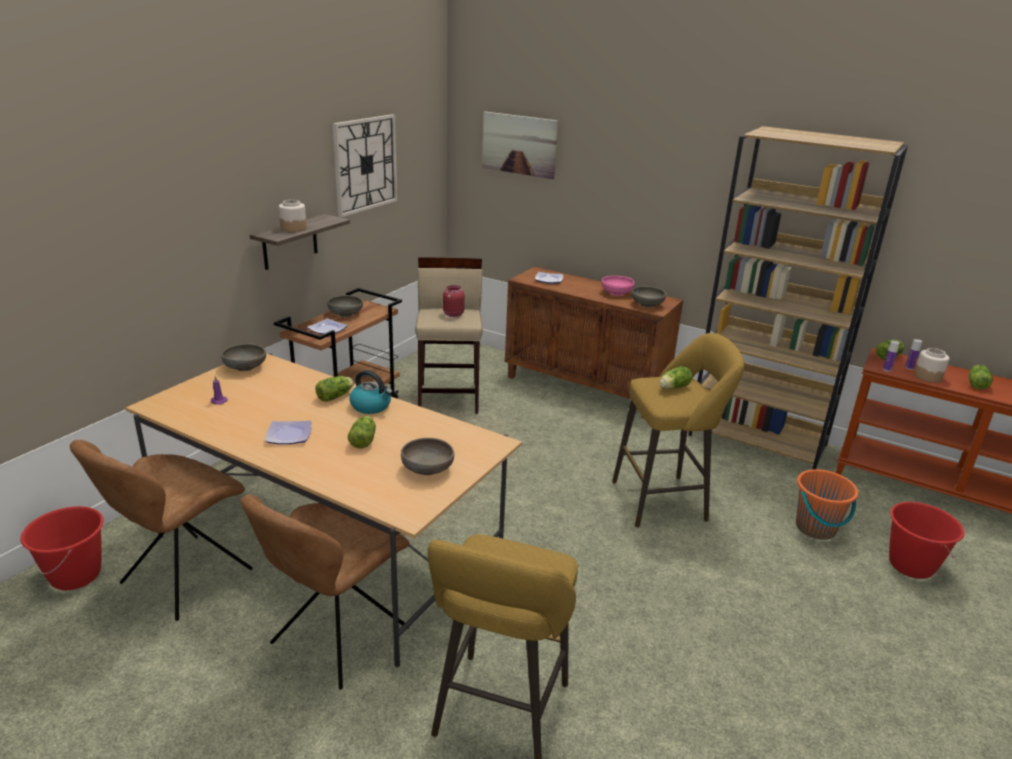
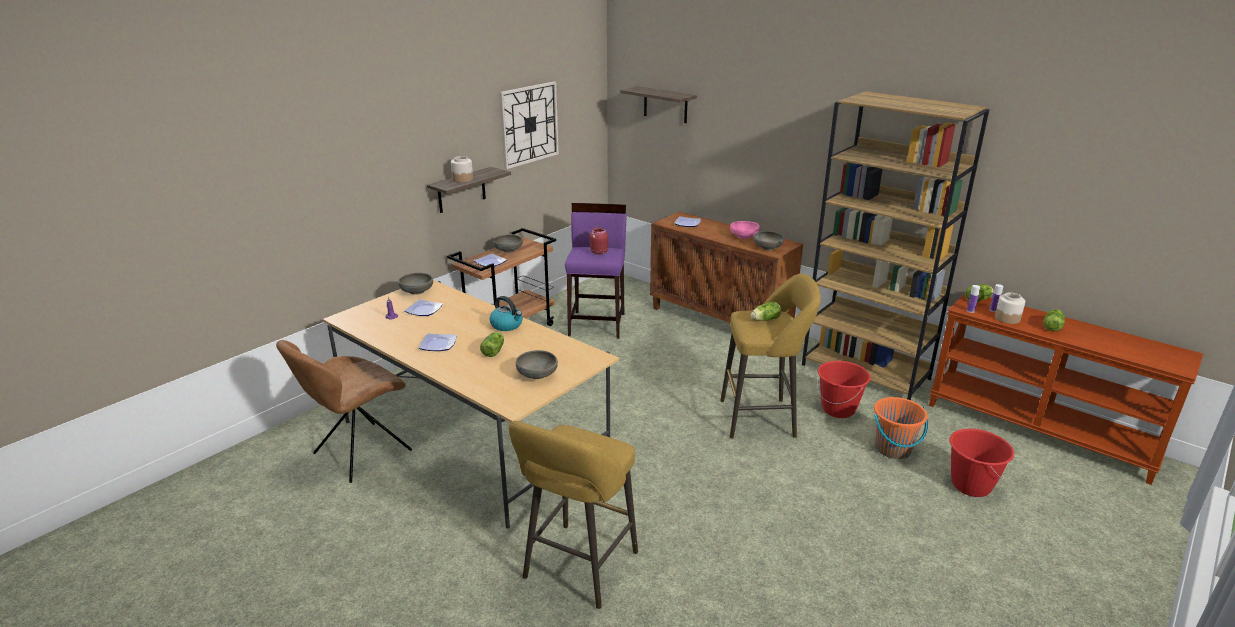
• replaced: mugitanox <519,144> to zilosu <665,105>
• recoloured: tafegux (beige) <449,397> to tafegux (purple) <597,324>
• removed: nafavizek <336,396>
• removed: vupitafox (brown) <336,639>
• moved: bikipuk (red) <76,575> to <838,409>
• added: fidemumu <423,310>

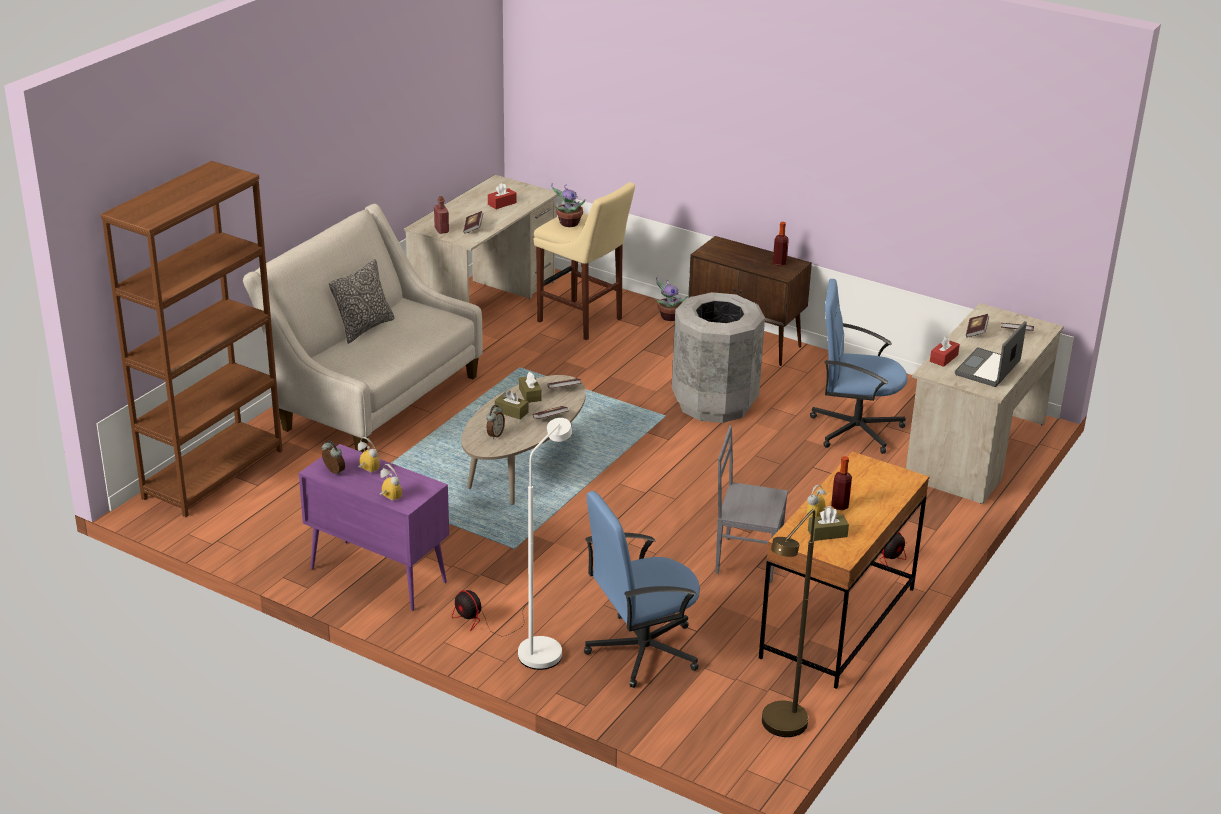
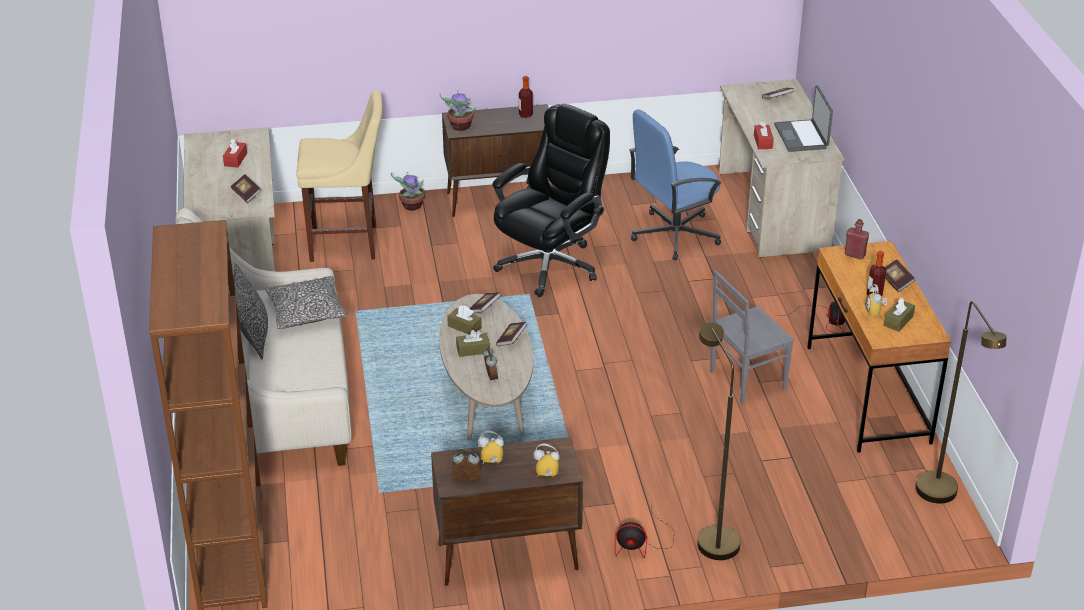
• moved: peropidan <568,223> to <460,127>
• moved: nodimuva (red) <441,230> to <855,255>
• replaced: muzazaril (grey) <715,403> to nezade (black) <550,265>
• moved: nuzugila <976,331> to <896,282>
• recoloured: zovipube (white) <544,647> to zovipube (brown) <712,537>
• recoloured: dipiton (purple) <377,575> to dipiton (brown) <506,557>
• removed: nezade (blue) <641,650>
• added: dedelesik <306,311>

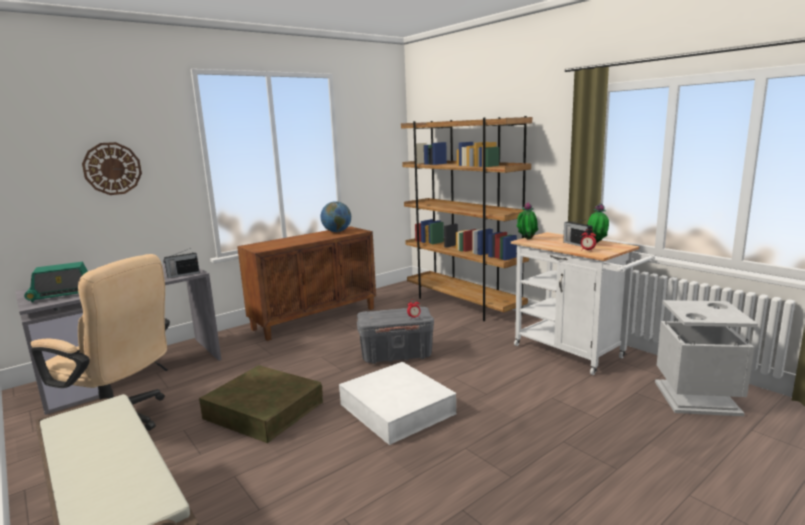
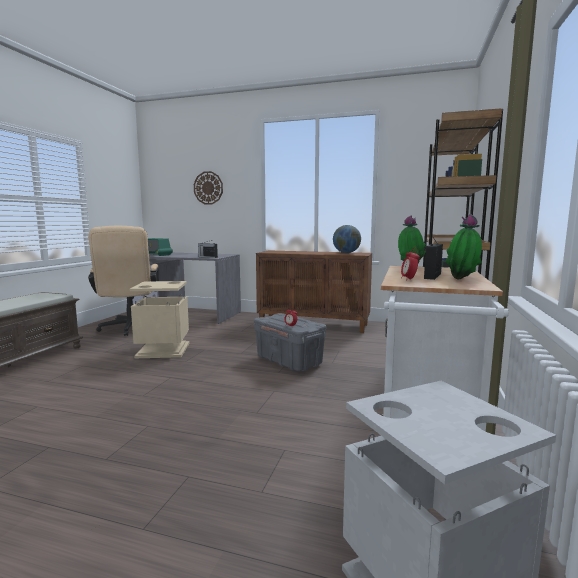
• removed: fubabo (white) <396,409>
• replaced: fubabo (brown) <263,410> to muzazaril (beige) <164,350>

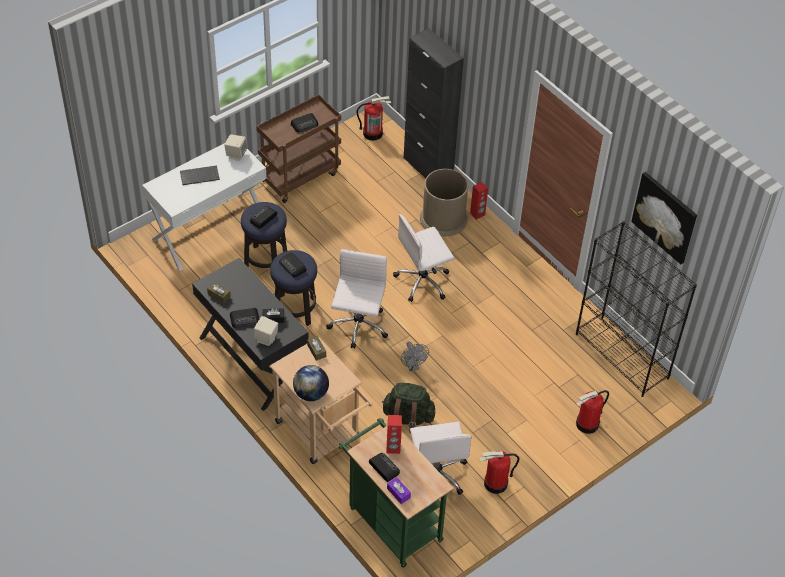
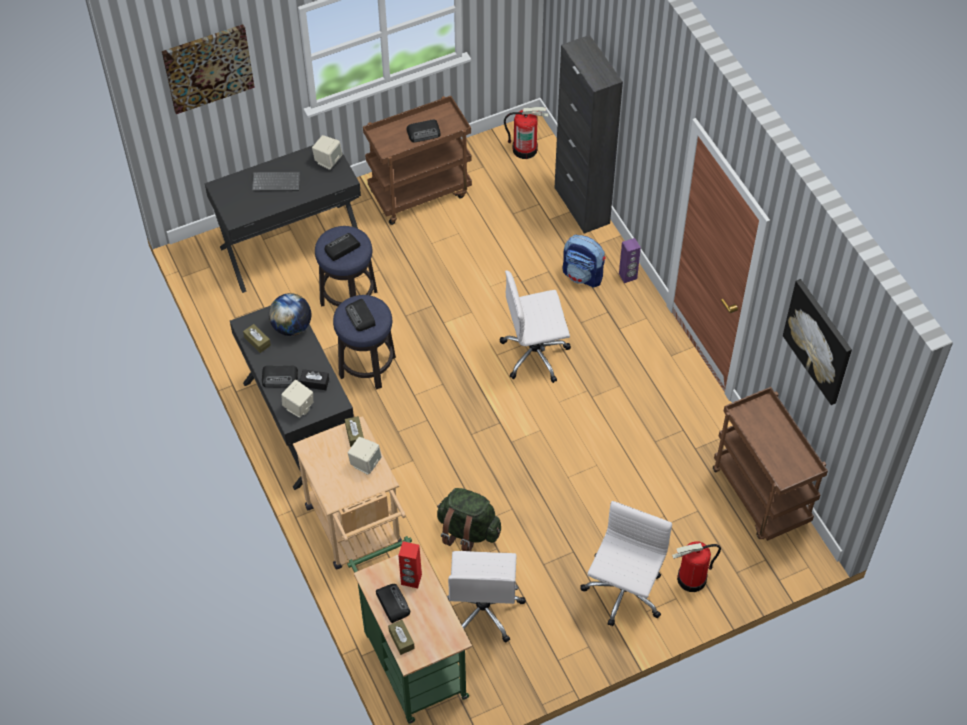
• recoloured: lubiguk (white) <209,230> to lubiguk (black) <291,246>
• replaced: muzazaril (brown) <443,218> to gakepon <583,275>
• recoloured: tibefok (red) <477,214> to tibefok (purple) <628,276>
• replaced: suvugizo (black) <622,356> to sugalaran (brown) <762,496>
• moved: nezade (white) <358,326> to <623,594>
• removed: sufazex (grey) <413,366>
• moved: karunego <311,393> to <292,327>
• removed: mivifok <495,484>
• recoloured: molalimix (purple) <398,493> to molalimix (brown) <401,640>
• added: mugitanox <208,67>
• added: tibefok (beige) <365,463>

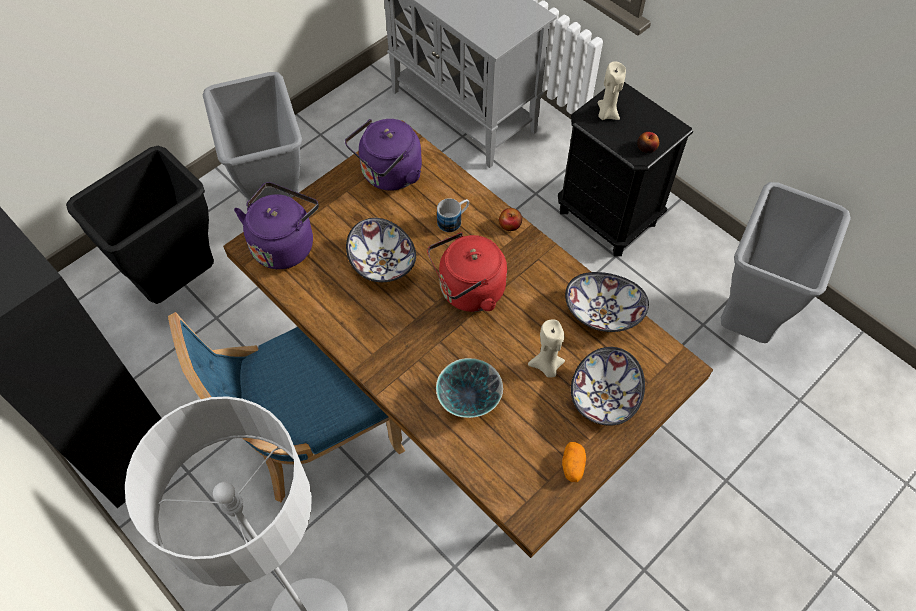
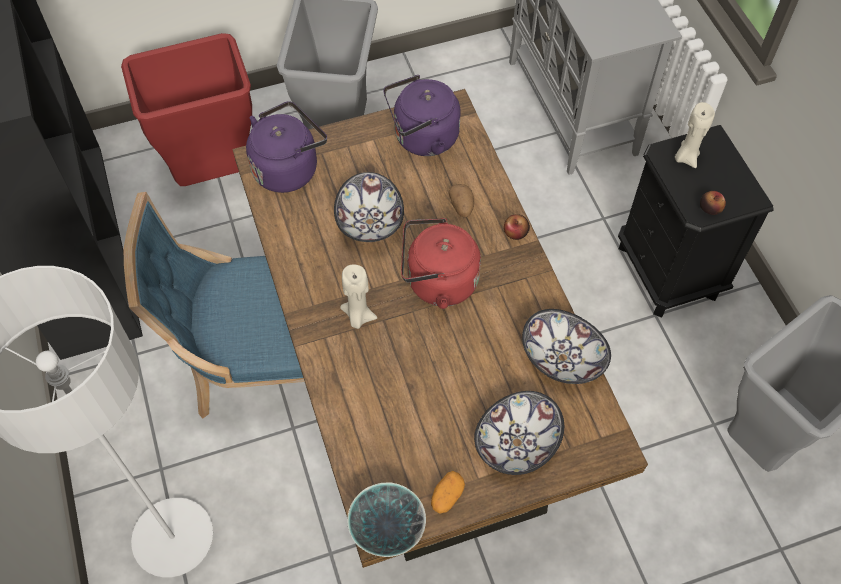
• recoloured: muzazaril (black) <179,281> to muzazaril (red) <215,174>
• replaced: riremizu <454,220> to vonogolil <461,207>
• moved: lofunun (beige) <546,366> to <358,316>
• moved: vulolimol <468,399> to <386,529>

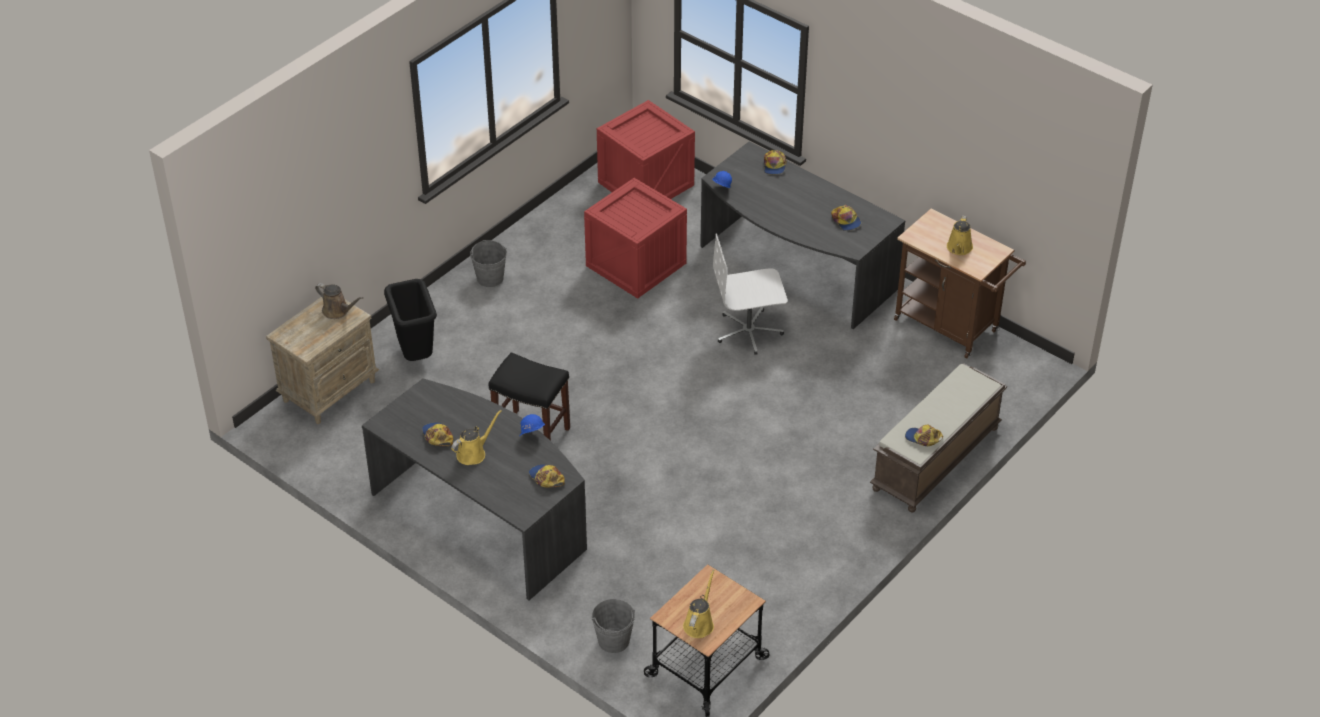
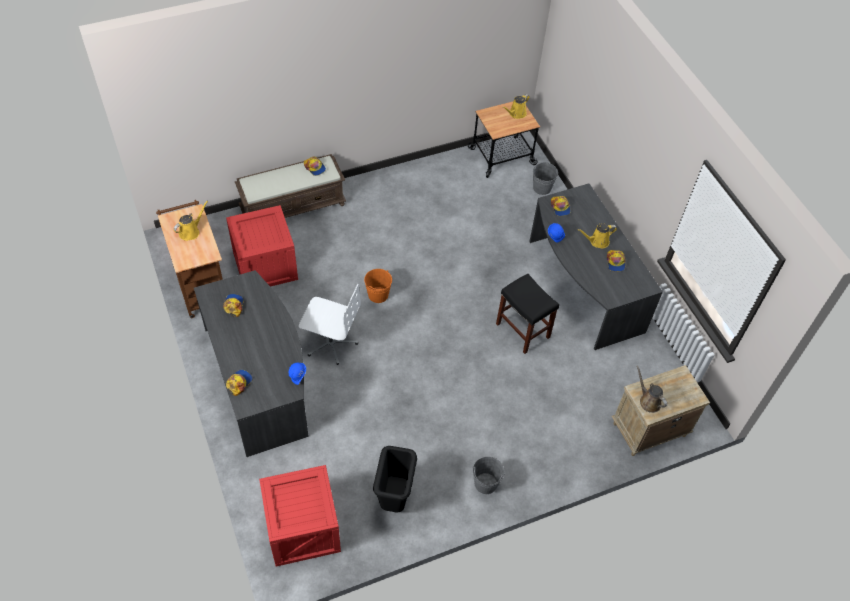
• moved: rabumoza <634,264> to <266,266>
• moved: muzazaril (black) <415,355> to <394,499>
• added: bikipuk (orange) <378,295>

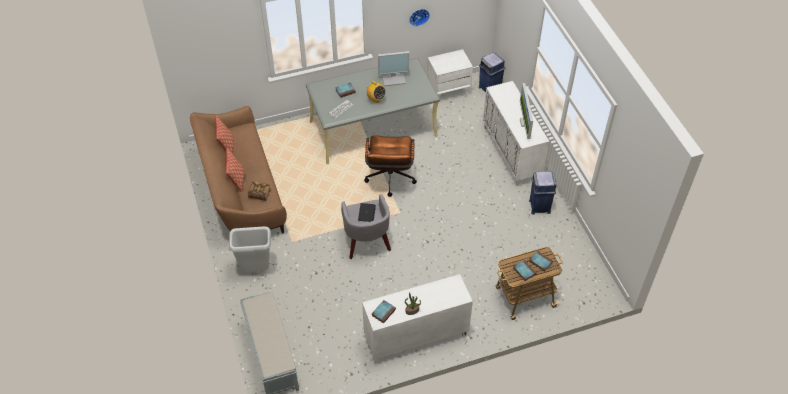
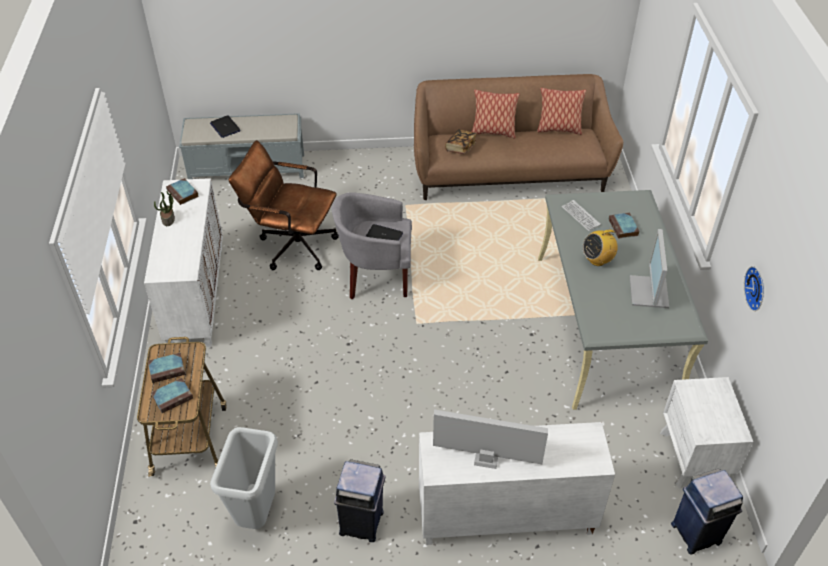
• moved: nezade (brown) <390,180> to <291,245>
• moved: muzazaril (grey) <256,269> to <258,514>
• added: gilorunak <225,127>

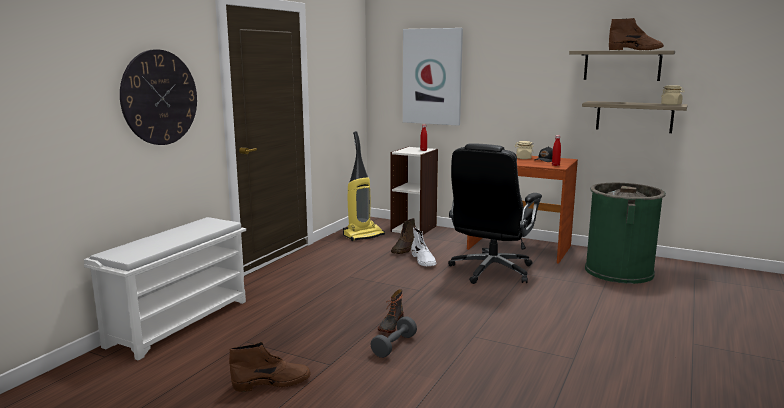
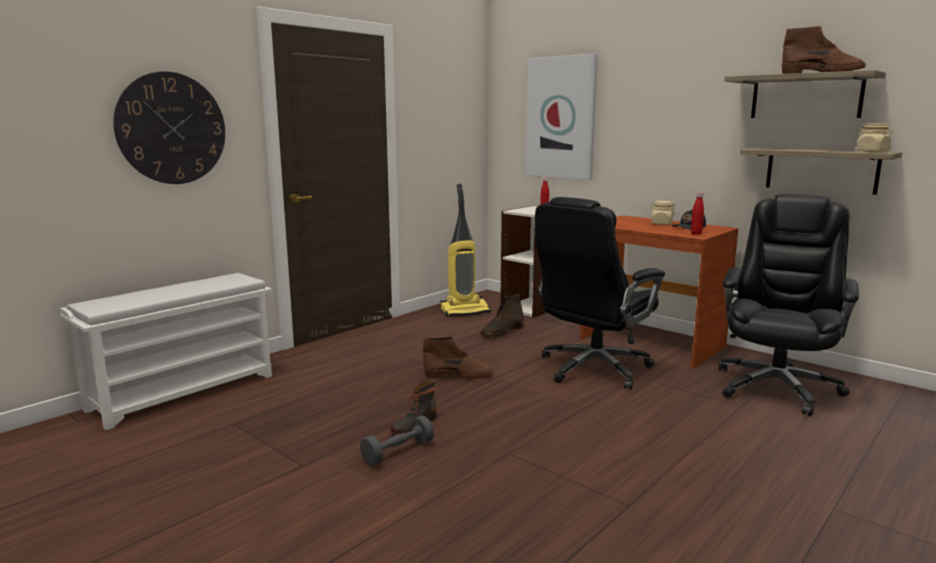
• replaced: muzazaril (green) <619,271> to nezade (black) <776,386>
• removed: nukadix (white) <423,260>
• moved: nukadix (brown) <272,382> to <459,375>

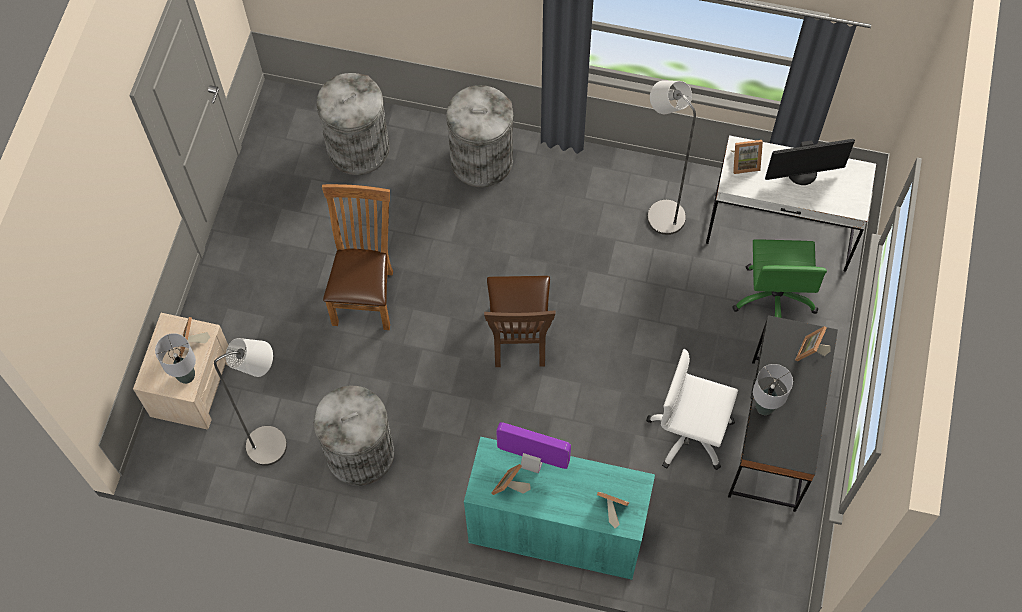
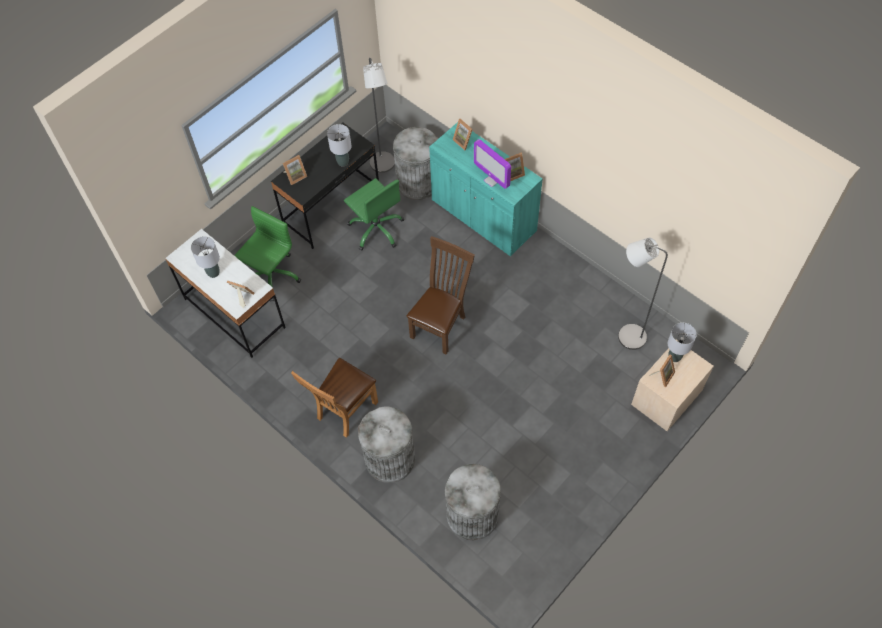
• moved: zovipube (grey) <660,212> to <383,166>
• replaced: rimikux <802,173> to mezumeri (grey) <213,273>
• moved: vupitafox (brown) <366,293> to <344,412>
• recoloured: nezade (white) <690,433> to nezade (green) <376,229>
• moved: muzazaril (grey) <360,453> to <418,182>

